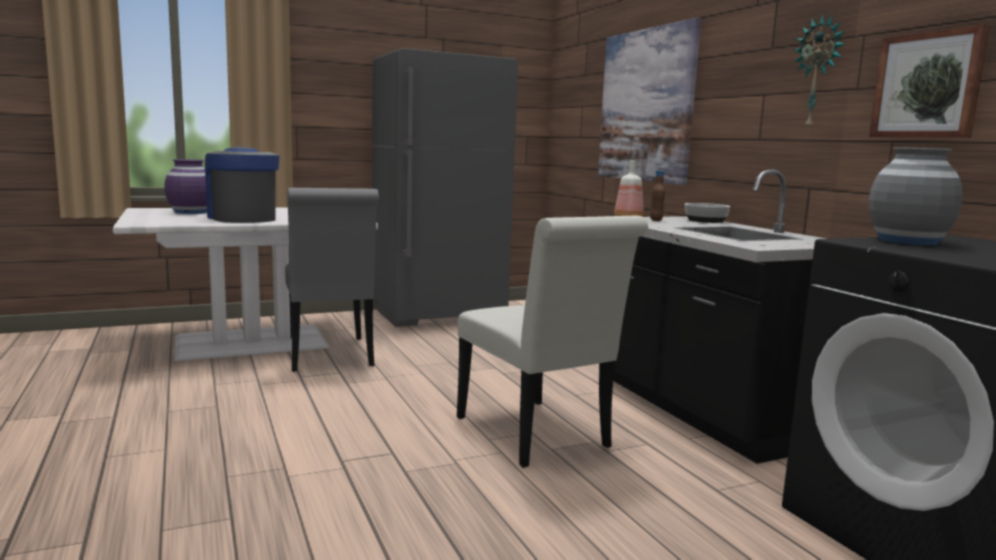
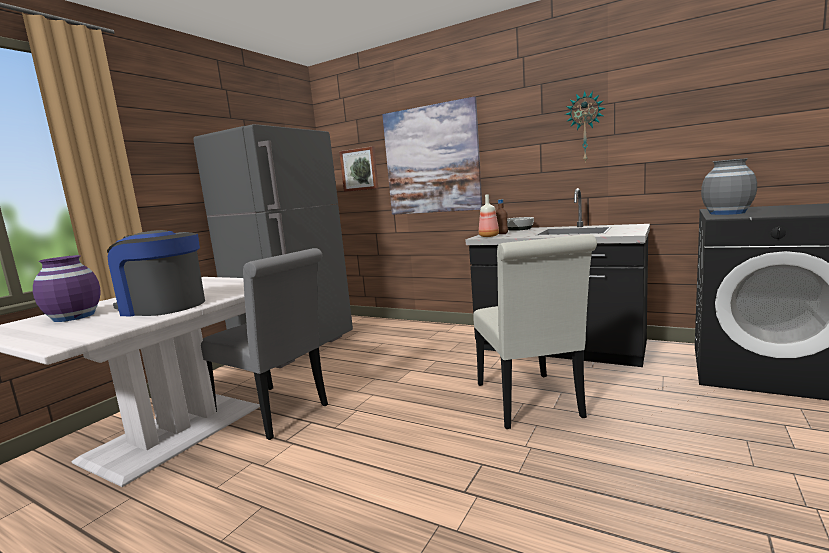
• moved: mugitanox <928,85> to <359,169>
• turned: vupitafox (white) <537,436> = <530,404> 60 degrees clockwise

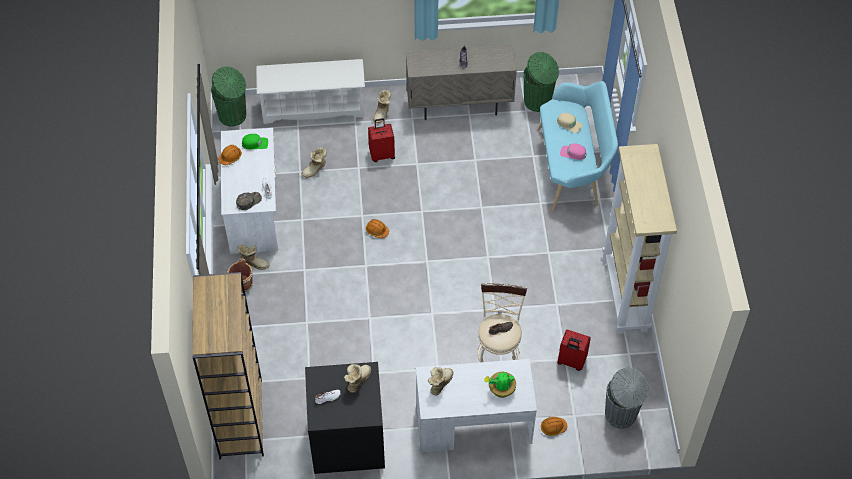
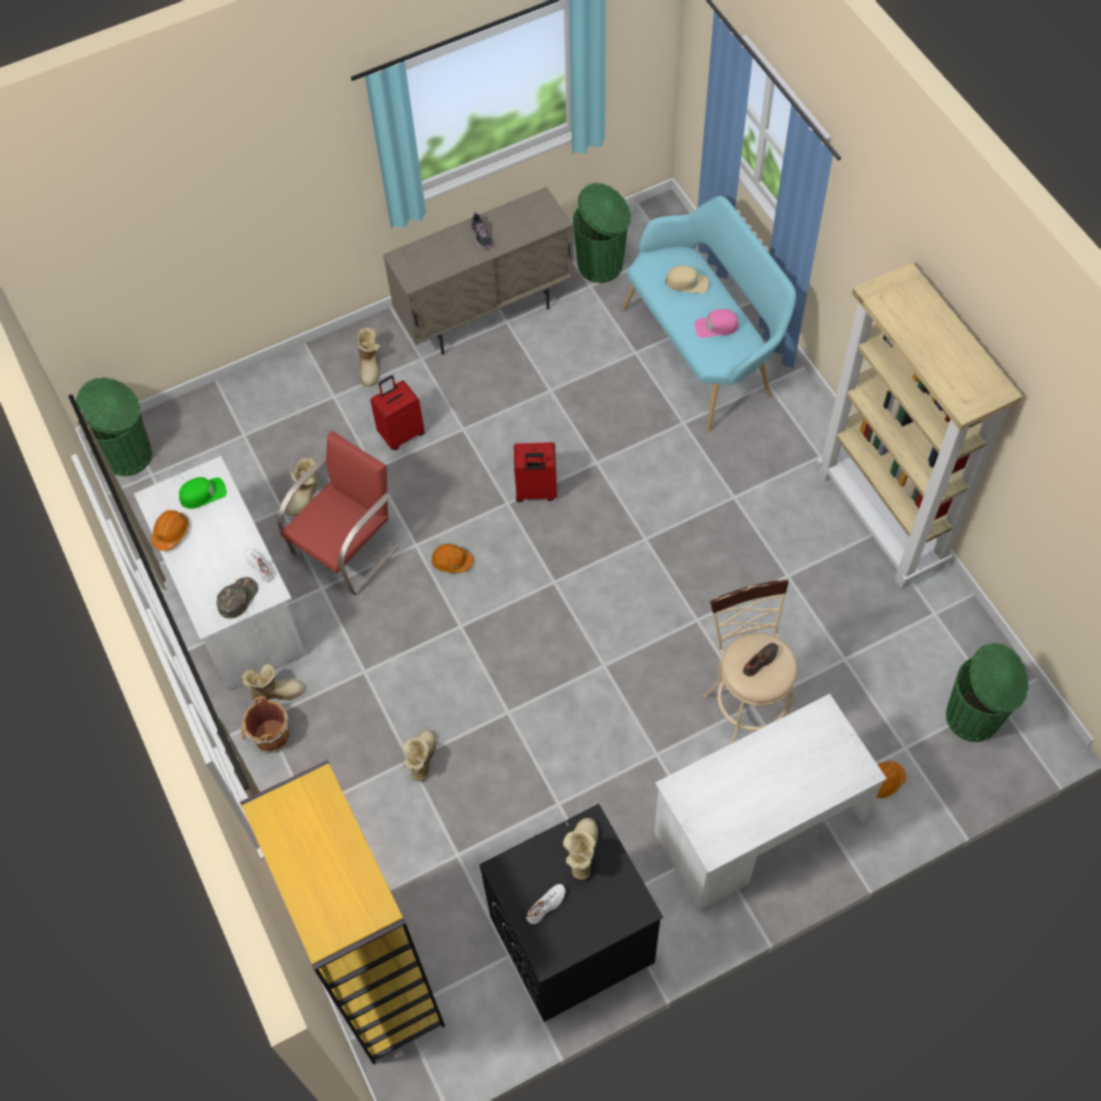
• removed: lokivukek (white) <313,107>
• recoloured: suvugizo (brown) <240,418> to suvugizo (yellow) <375,974>
• moved: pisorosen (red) <571,362> to <536,492>
• moved: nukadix <439,383> to <421,759>
• recoloured: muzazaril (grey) <621,415> to muzazaril (green) <974,718>
• removed: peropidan <500,390>
• added: vupitafox (red) <347,548>

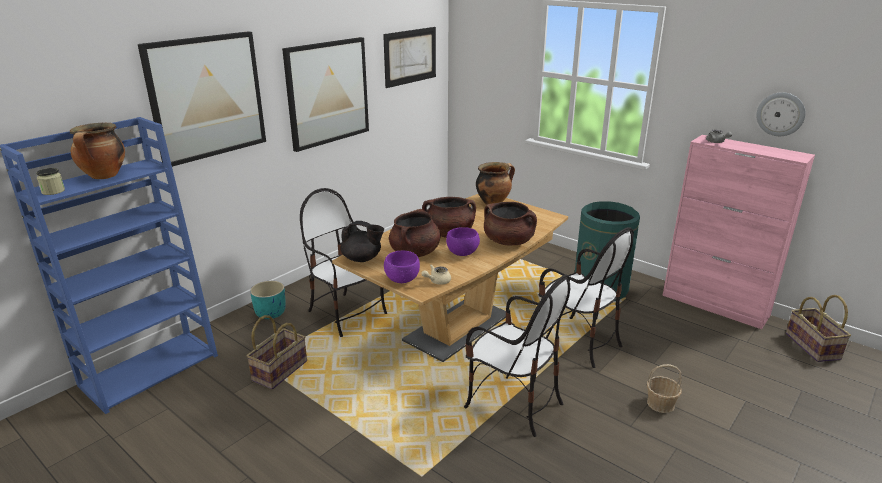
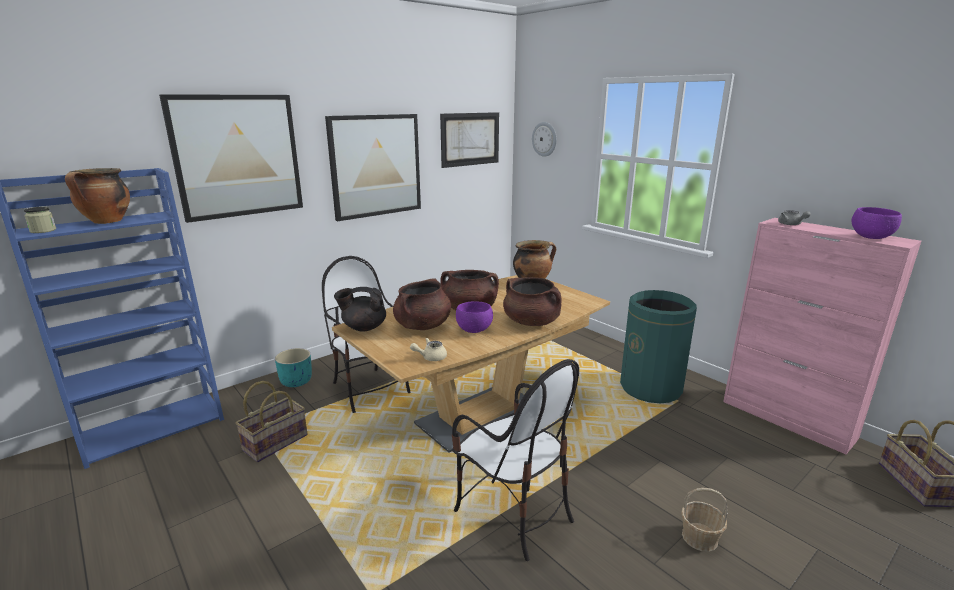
• moved: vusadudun <780,114> to <544,139>
• turned: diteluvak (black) <362,259> = <363,328> 150 degrees clockwise
• removed: vupitafox <577,342>
• moved: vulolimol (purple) <401,280> to <870,237>

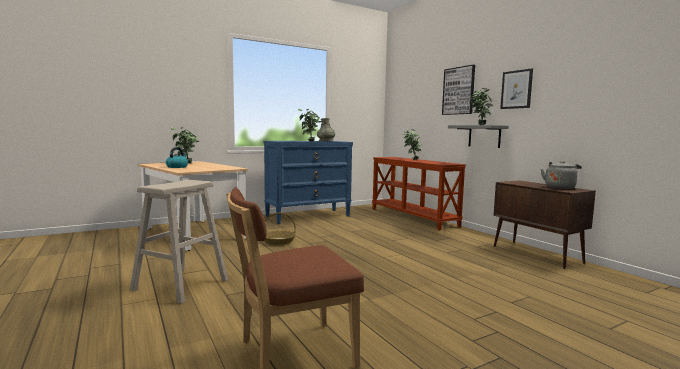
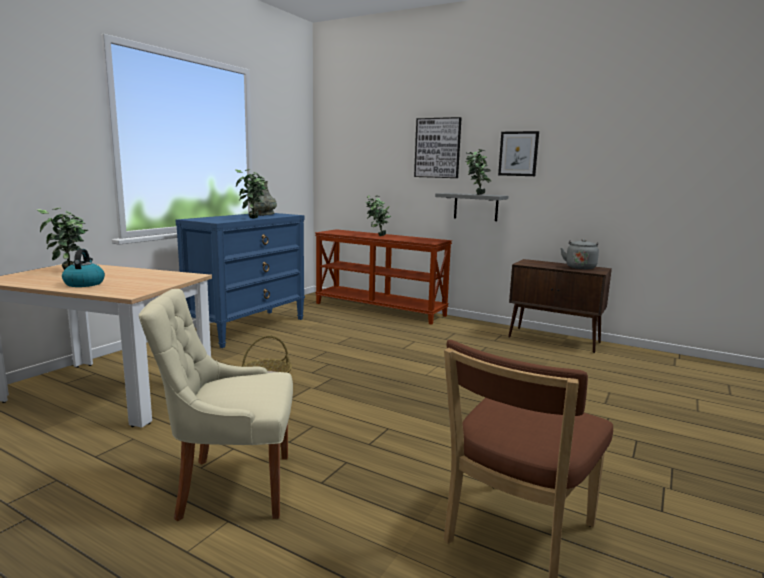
• replaced: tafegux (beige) <181,284> to vupitafox (beige) <230,486>

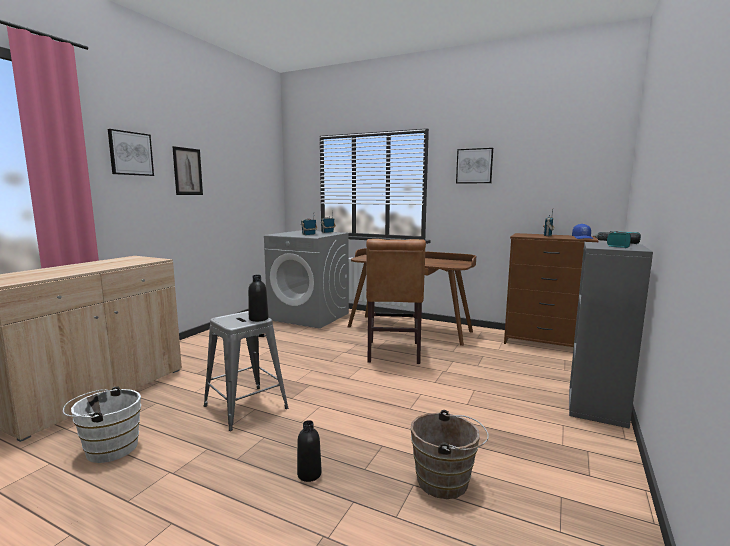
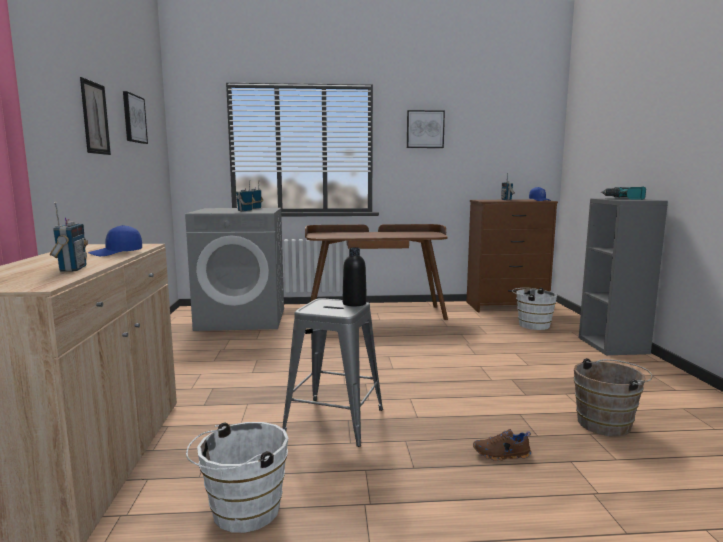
• moved: mugitanox <130,153> to <133,118>
• removed: vupitafox (brown) <393,354>
• replaced: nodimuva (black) <309,474> to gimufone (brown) <502,455>
• added: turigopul <72,269>
• added: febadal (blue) <116,253>
• added: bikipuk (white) <531,325>

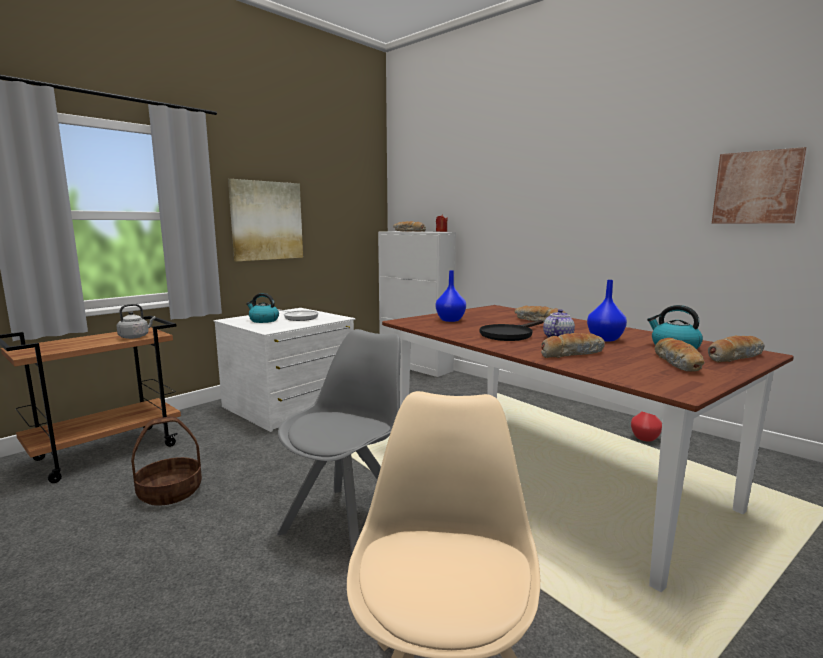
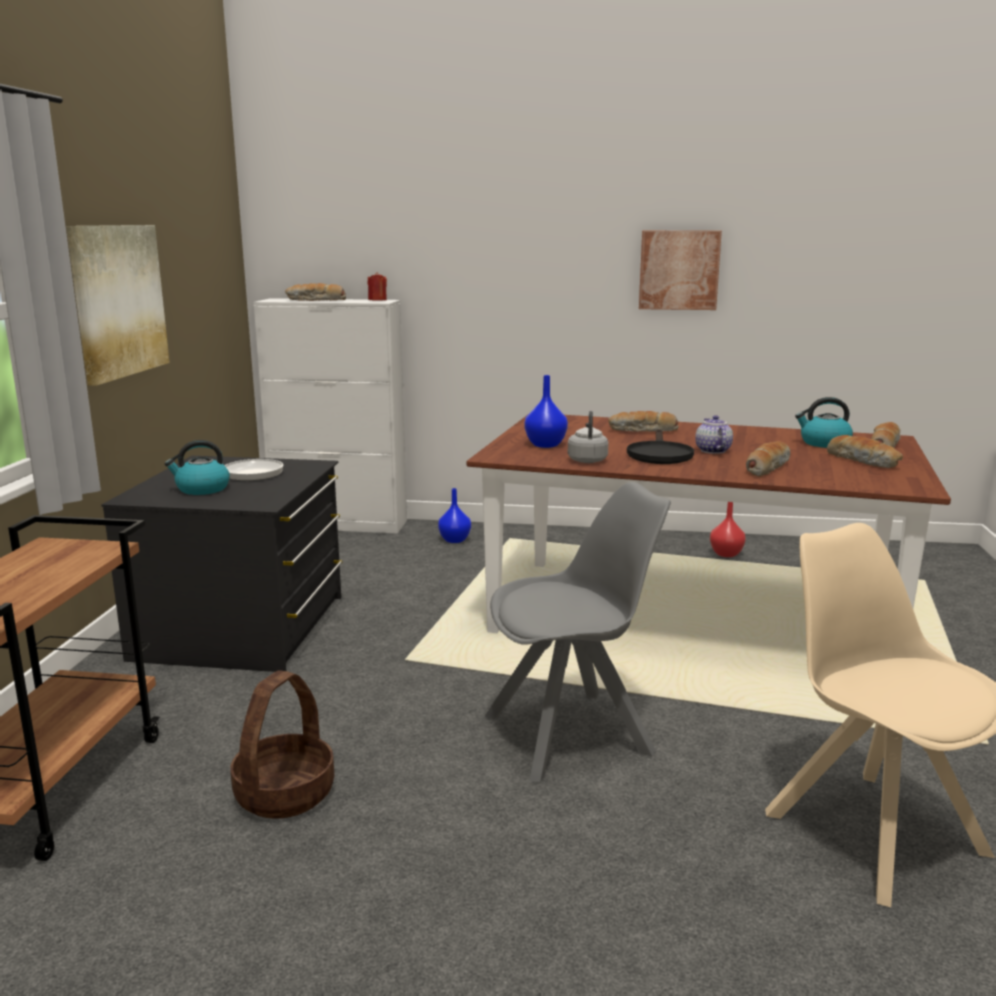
• moved: mugitanox <757,187> to <679,270>
• moved: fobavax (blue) <606,339> to <455,540>
• moved: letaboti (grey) <135,337> to <587,460>
• recoloured: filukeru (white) <290,405> to filukeru (black) <244,627>
• turned: vupitafox (grey) <348,520> = <572,734> 75 degrees clockwise

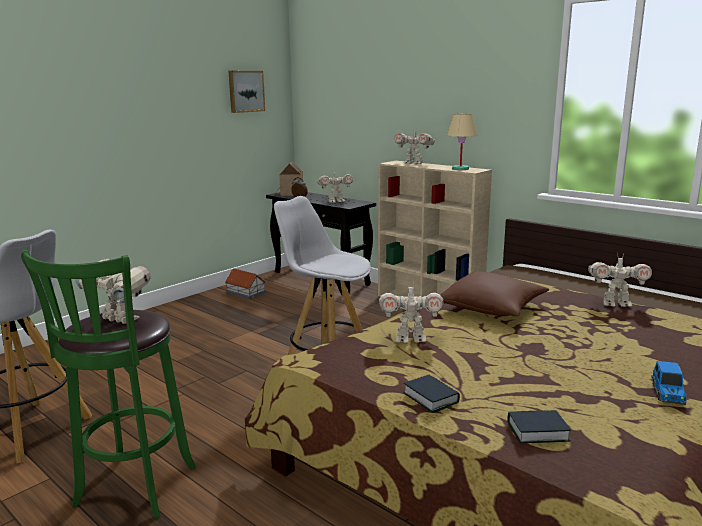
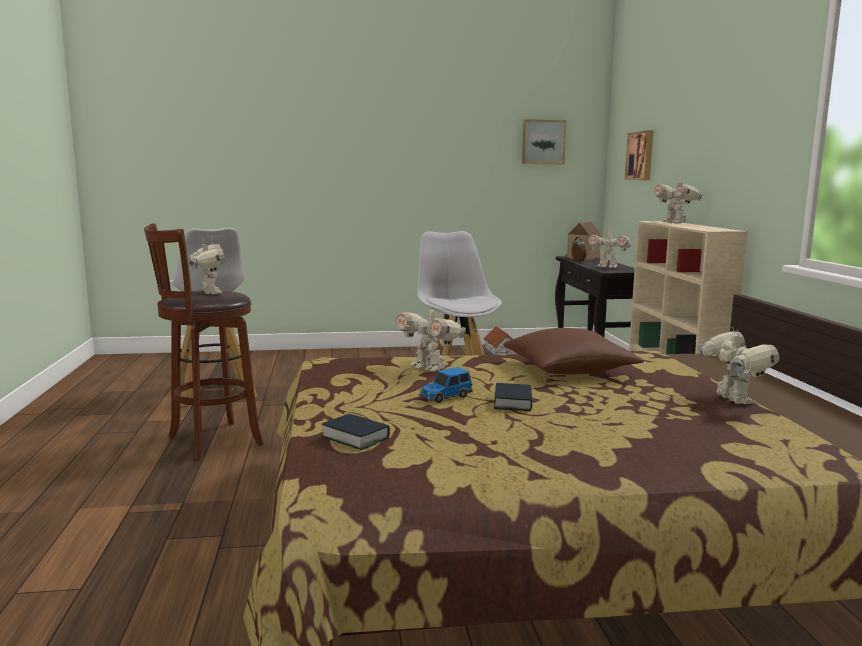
• removed: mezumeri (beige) <460,169>
• recoloured: tafegux (green) <133,489> to tafegux (brown) <210,442>
• turned: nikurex <615,304> = <732,400> 150 degrees counterclockwise
• moved: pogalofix <667,394> to <445,397>
• moved: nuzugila <431,398> to <513,402>
• added: mugitanox <641,156>

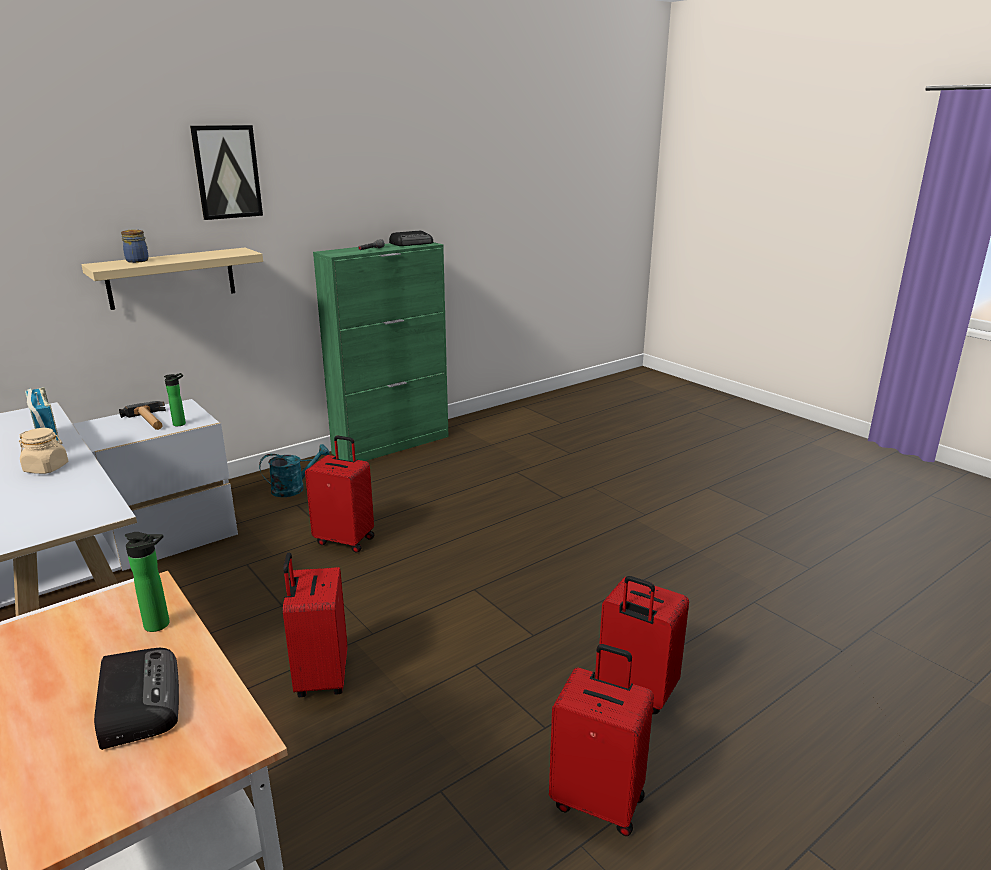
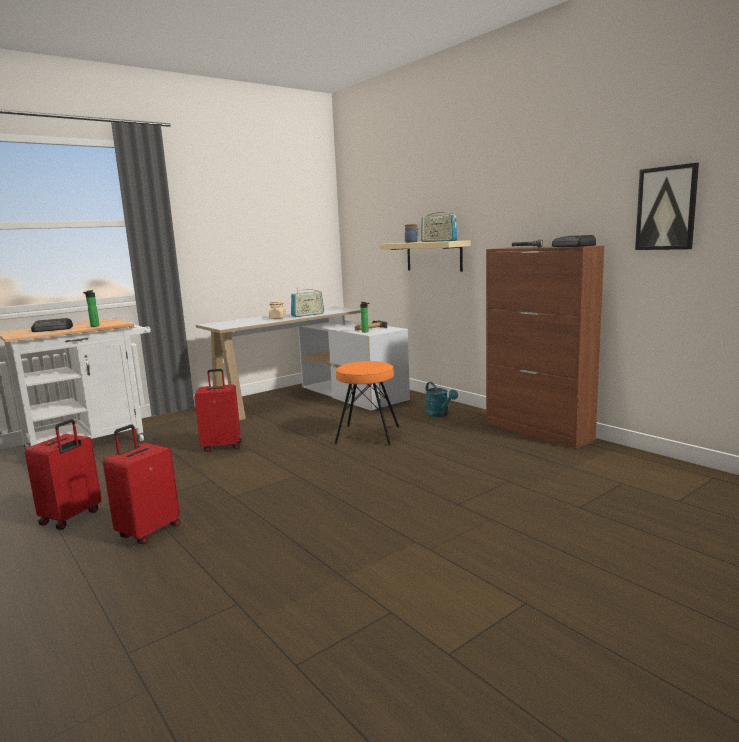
• moved: mugitanox <227,172> to <666,208>
• recoloured: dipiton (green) <392,444> to dipiton (brown) <538,431>
• replaced: pisorosen (red) <345,540> to tafegux (orange) <367,435>
• added: turigopul <439,241>

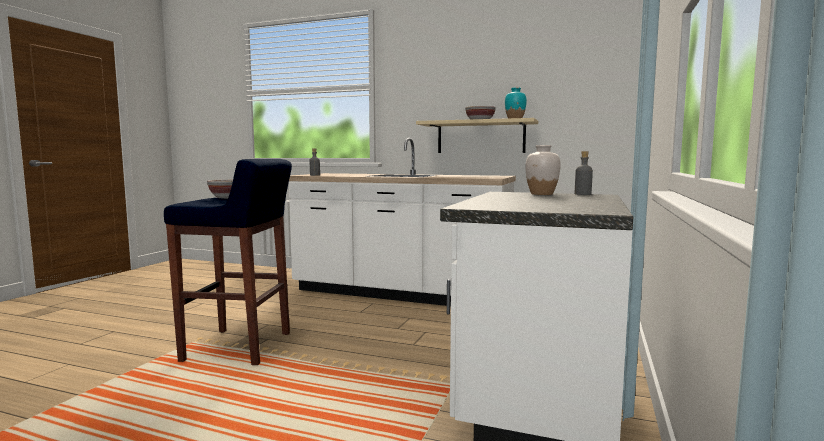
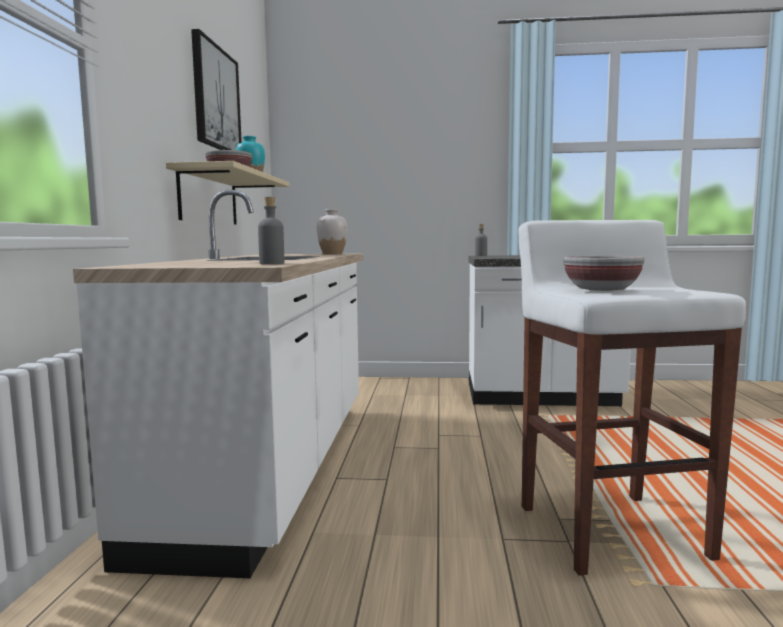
• moved: fobavax (white) <541,194> to <332,254>
• recoloured: tafegux (blue) <239,347> to tafegux (white) <610,530>
• added: mugitanox <215,99>

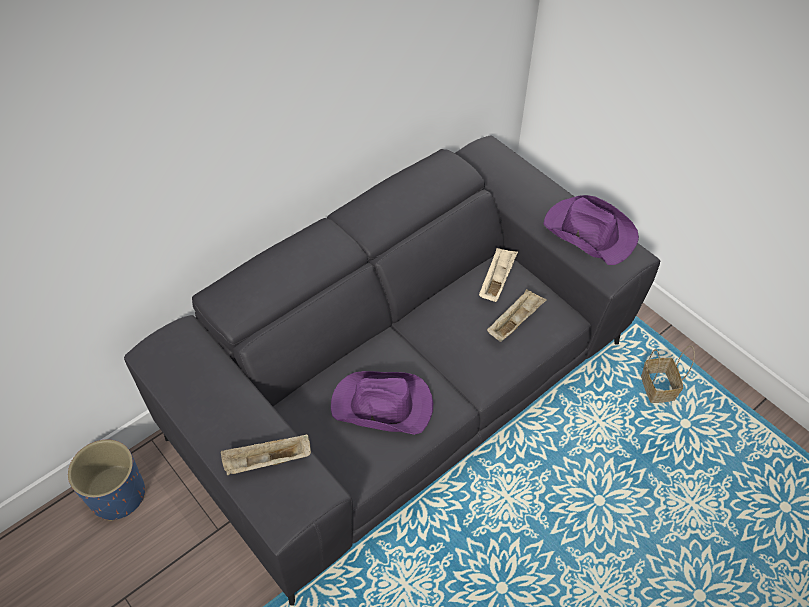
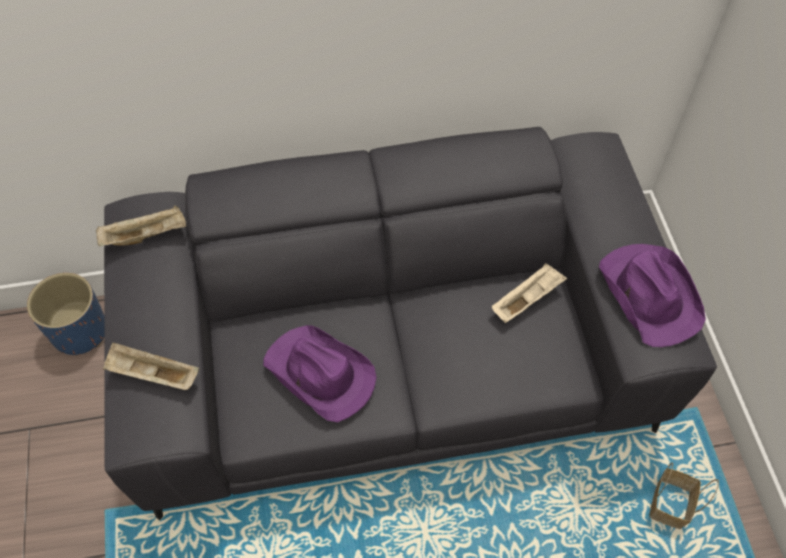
• moved: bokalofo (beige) <515,322> to <146,235>

